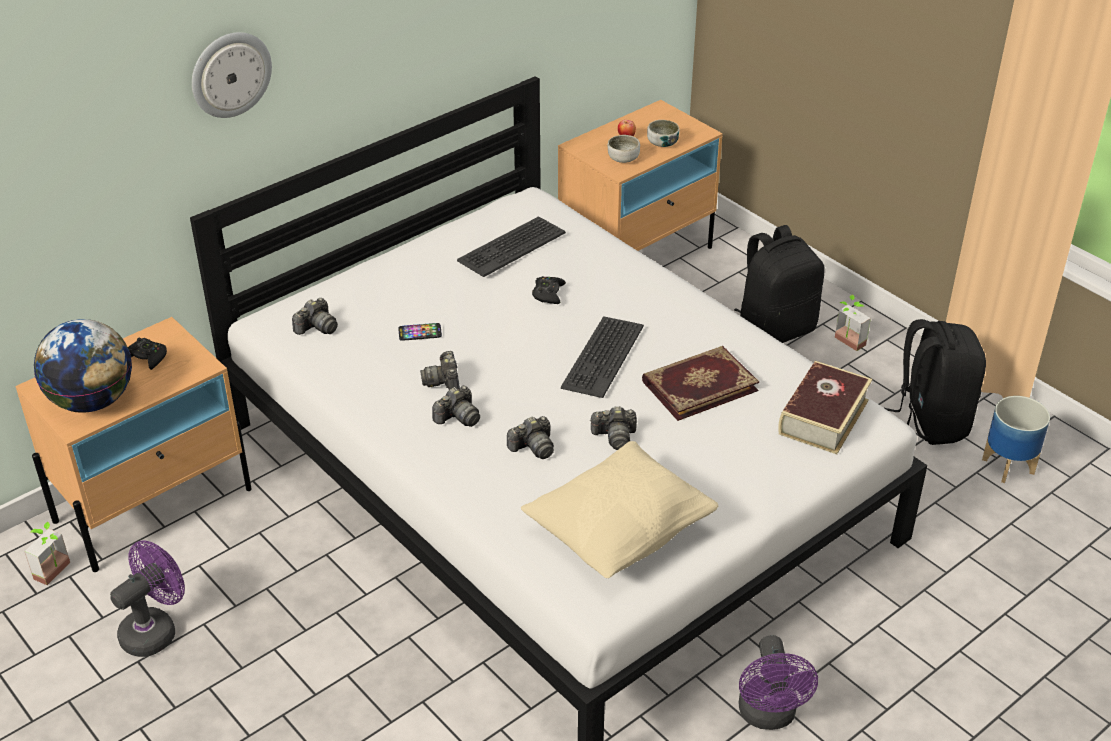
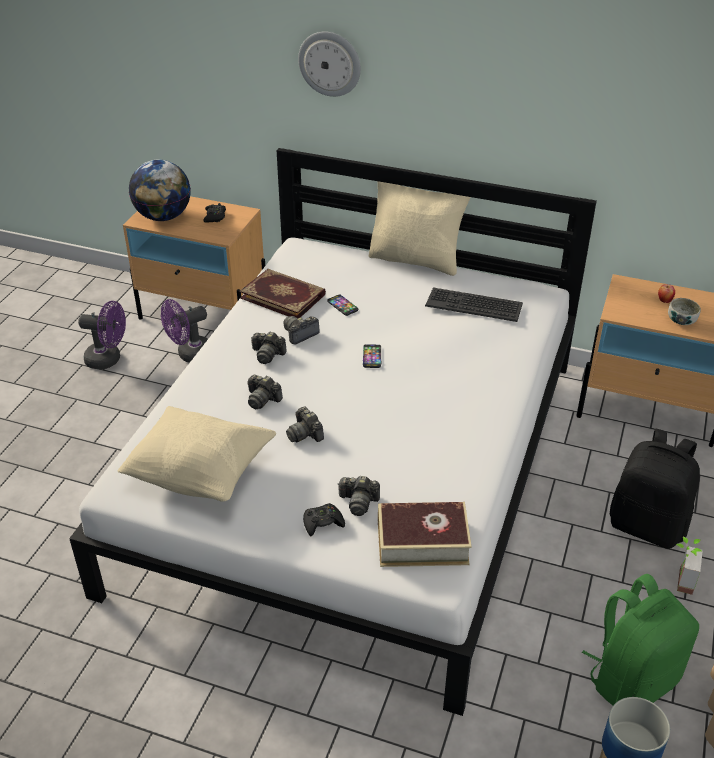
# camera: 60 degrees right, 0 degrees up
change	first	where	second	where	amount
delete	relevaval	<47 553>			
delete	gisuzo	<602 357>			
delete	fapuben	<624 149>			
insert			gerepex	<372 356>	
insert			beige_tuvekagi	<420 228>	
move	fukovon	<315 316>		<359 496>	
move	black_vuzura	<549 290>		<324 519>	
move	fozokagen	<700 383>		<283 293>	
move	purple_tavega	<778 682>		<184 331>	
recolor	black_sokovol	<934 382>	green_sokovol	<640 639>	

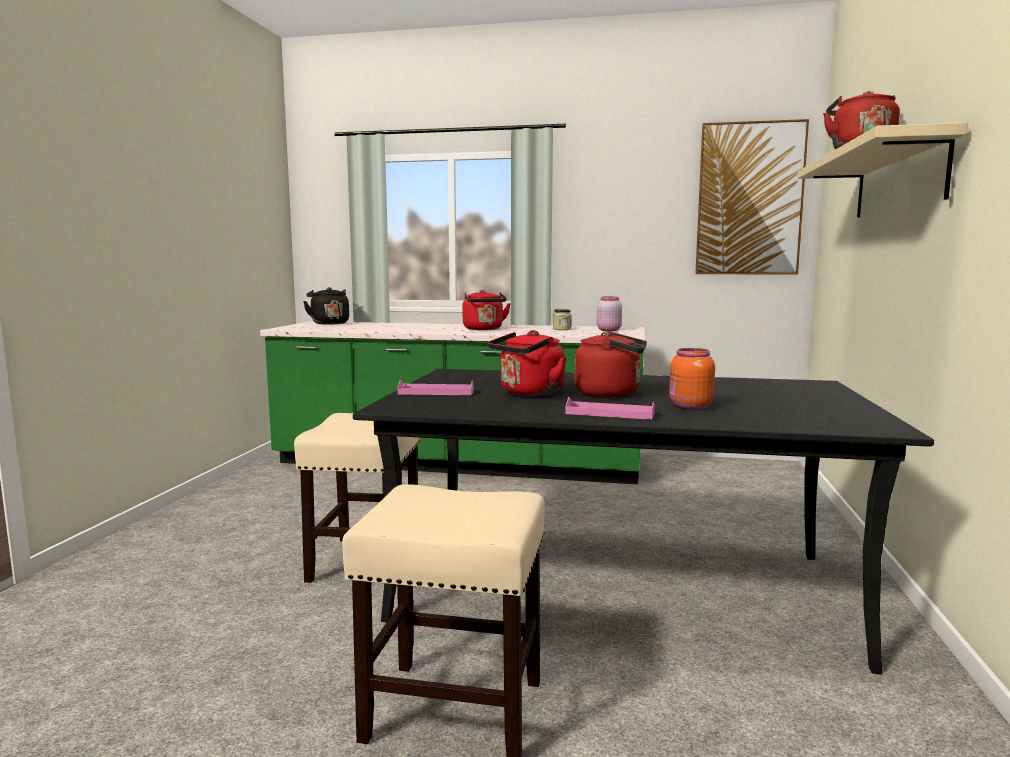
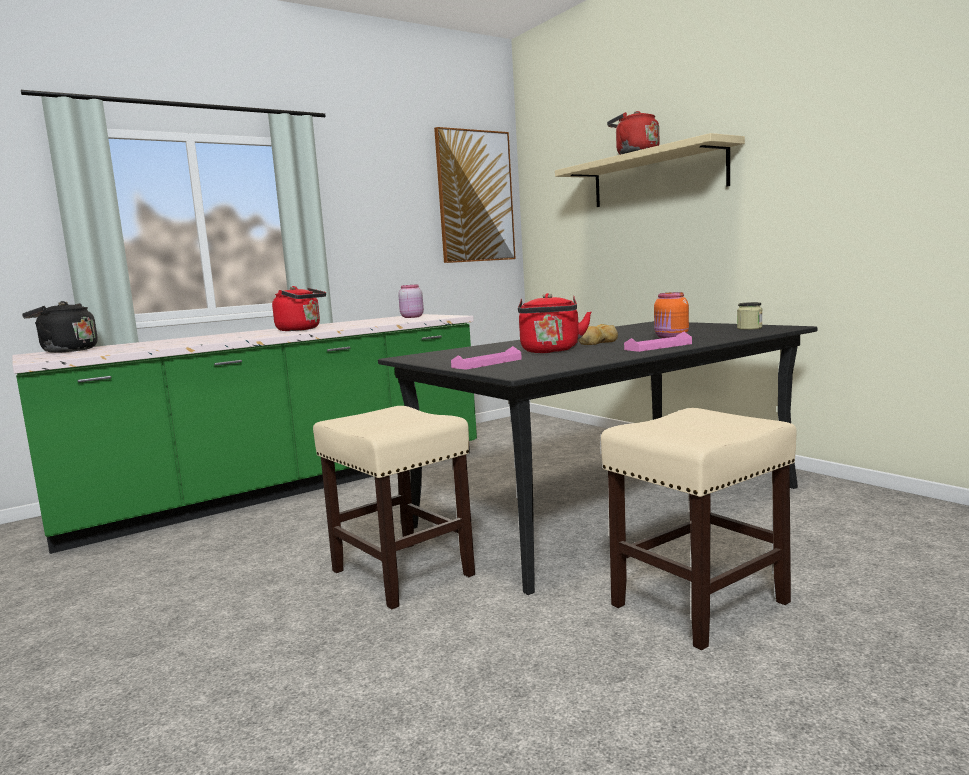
# camera: 45 degrees left, 0 degrees up
change	first	where	second	where	amount
move	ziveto	<562 319>		<749 316>	
replace	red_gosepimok	<611 364>	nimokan	<598 334>	

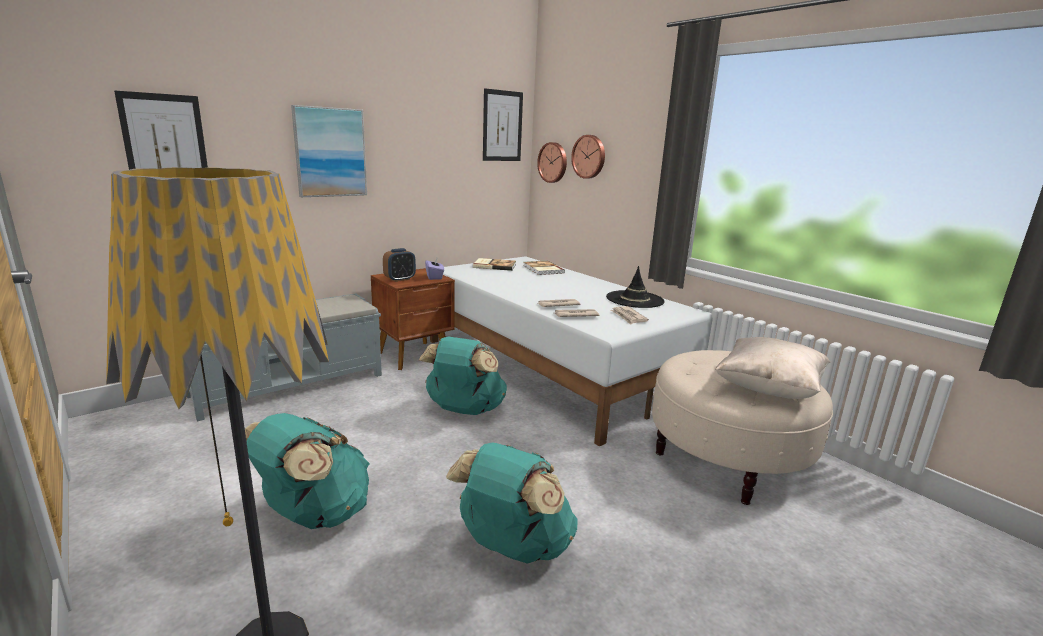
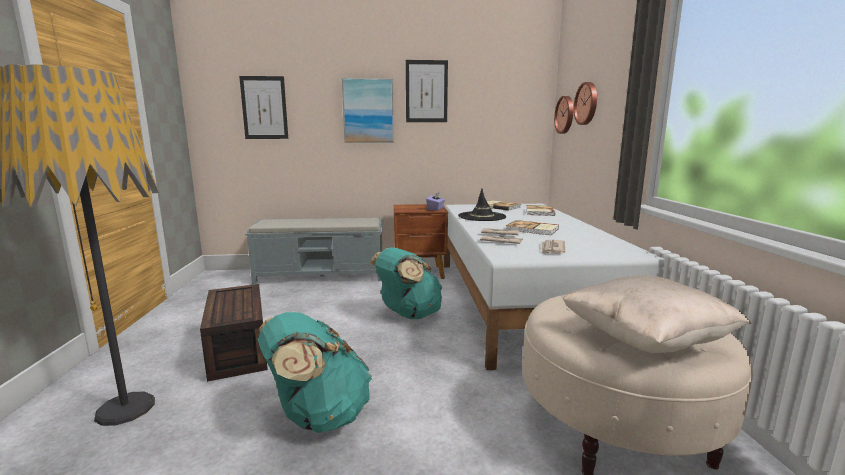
# camera: 35 degrees right, 5 degrees down
change	first	where	second	where	amount
delete	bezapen	<399 265>			
insert			fozokagen	<532 227>	
move	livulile	<503 124>		<427 91>	
move	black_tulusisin	<635 287>		<482 205>	
replace	turquoise_sokovol	<307 471>	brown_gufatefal	<234 333>	

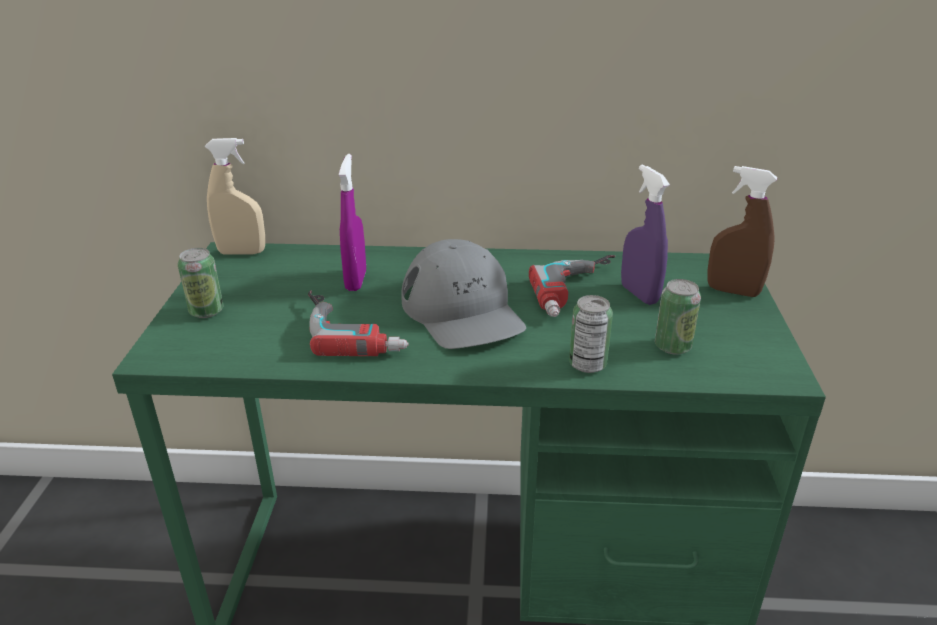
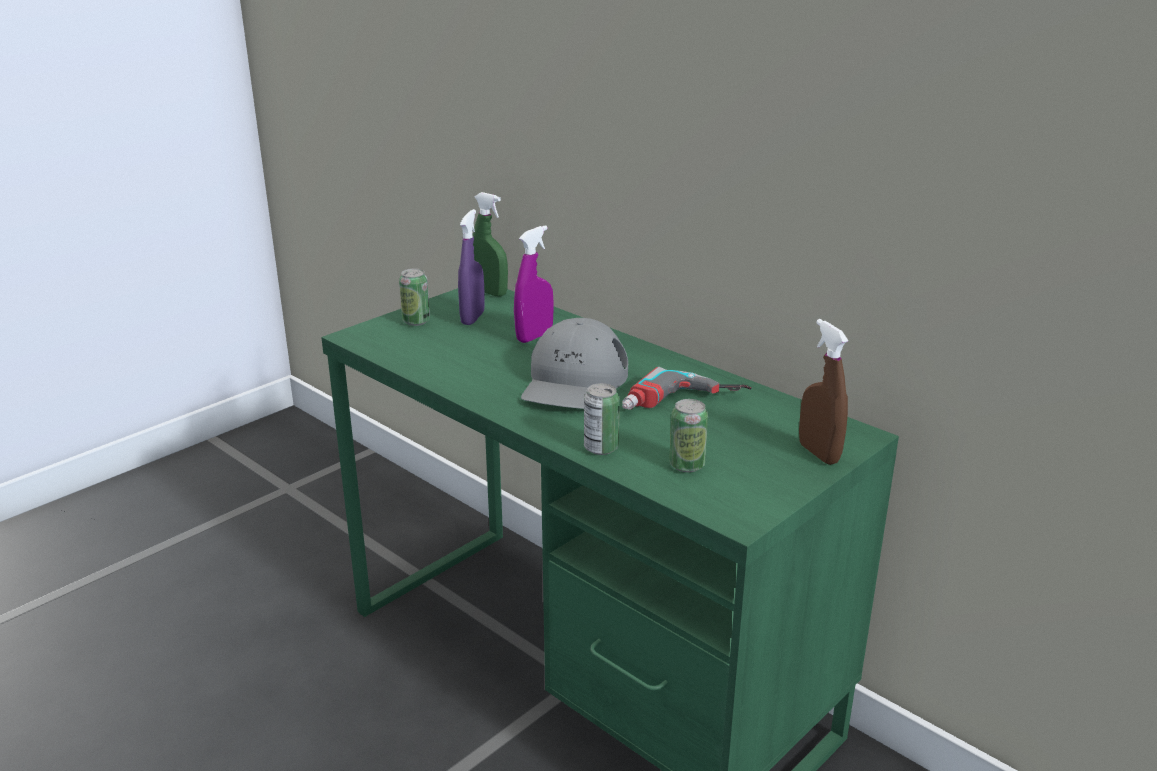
# camera: 40 degrees right, 5 degrees down
change	first	where	second	where	amount
delete	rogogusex	<358 323>			
move	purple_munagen	<645 235>		<471 267>	
recolor	beige_munagen	<235 196>	green_munagen	<490 244>	

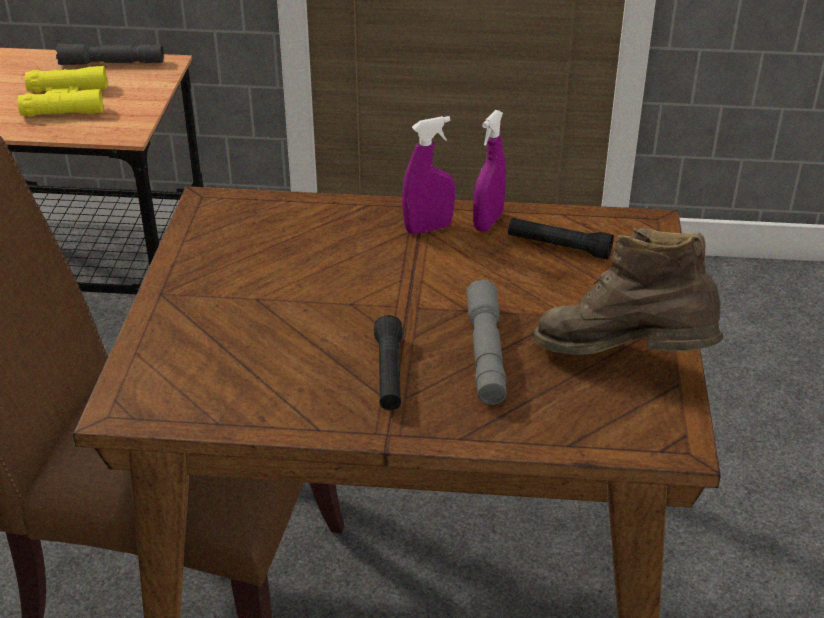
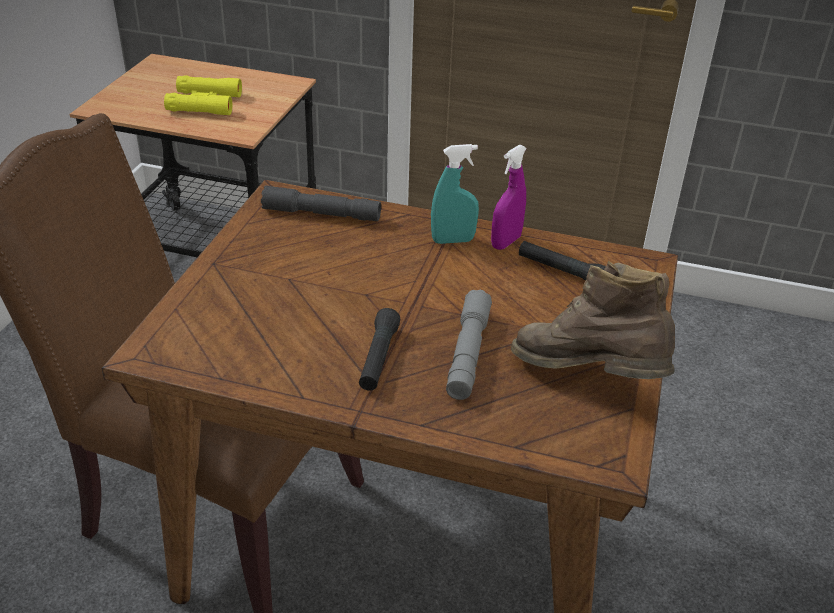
# camera: 10 degrees right, 0 degrees up
change	first	where	second	where	amount
move	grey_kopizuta	<110 54>		<321 203>	
recolor	purple_munagen	<428 175>	turquoise_munagen	<455 194>	

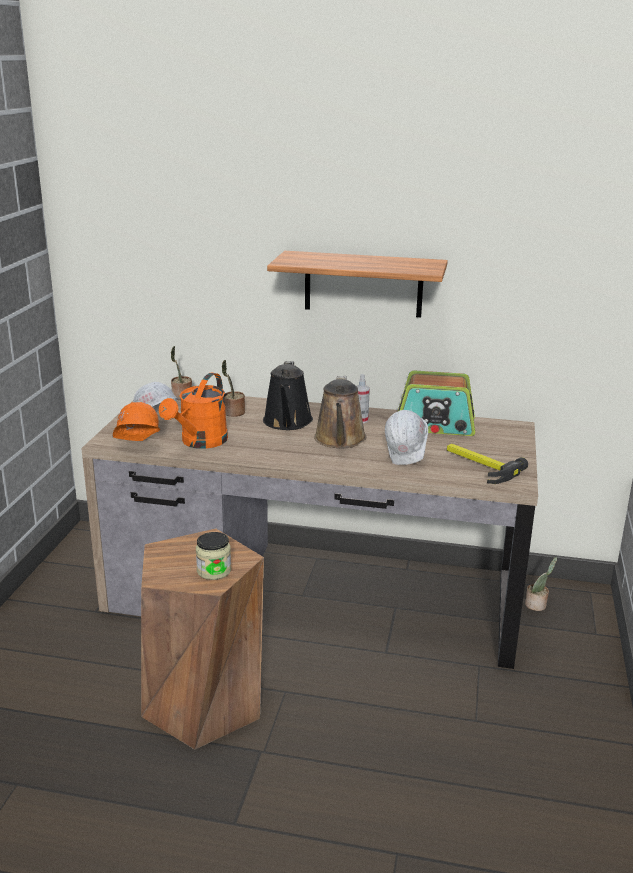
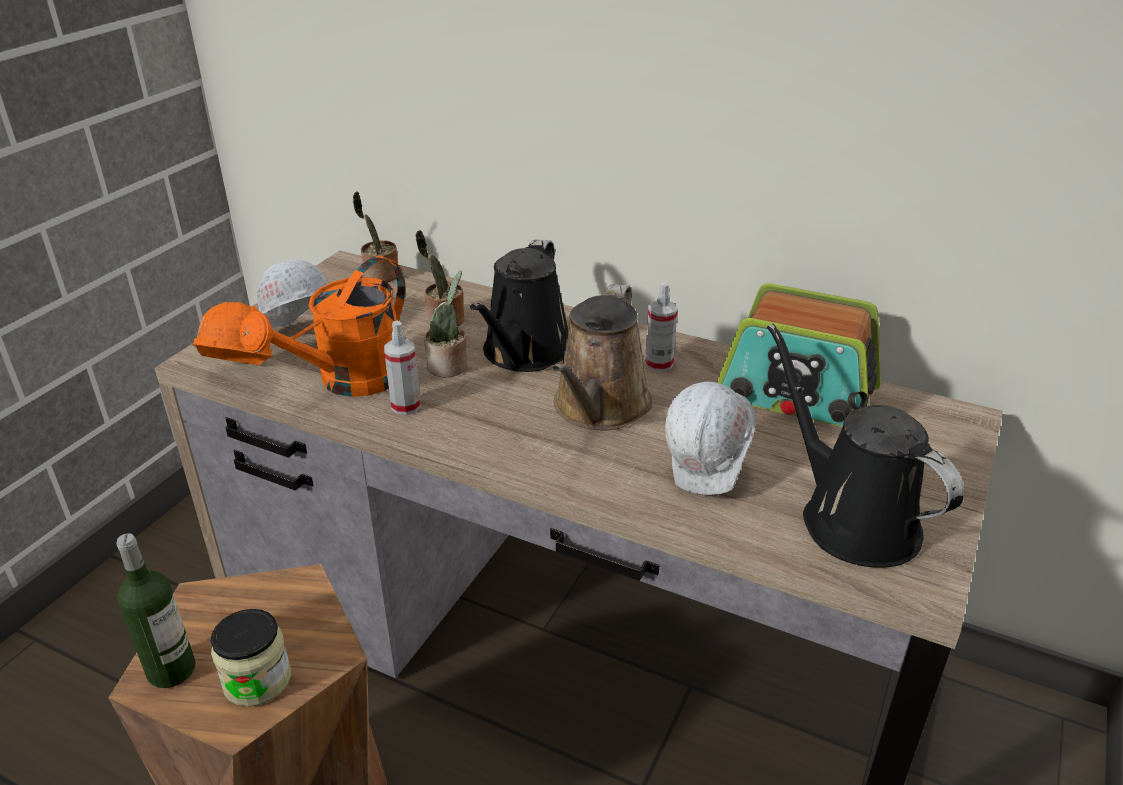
# camera: 15 degrees right, 10 degrees up
change	first	where	second	where	amount
delete	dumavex	<357 284>			
insert			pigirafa	<156 611>	
insert			munagen	<402 368>	
move	relevaval	<541 584>		<445 324>	
replace	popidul	<487 464>	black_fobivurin	<865 446>	

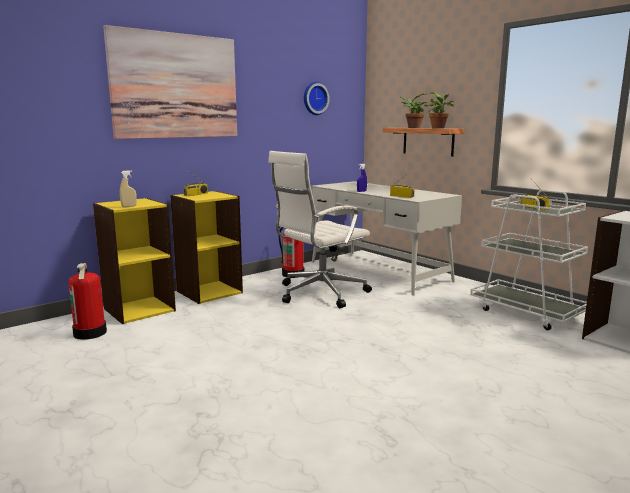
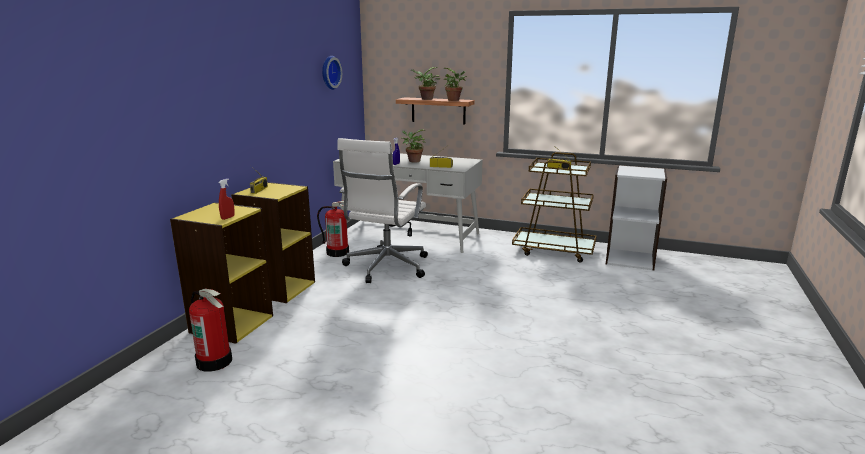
# camera: 30 degrees left, 5 degrees up
change	first	where	second	where	amount
delete	livulile	<170 82>			
insert			relevaval	<413 145>	
recolor	beige_munagen	<128 188>	red_munagen	<226 199>	
recolor	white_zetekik	<529 260>	brown_zetekik	<554 207>	

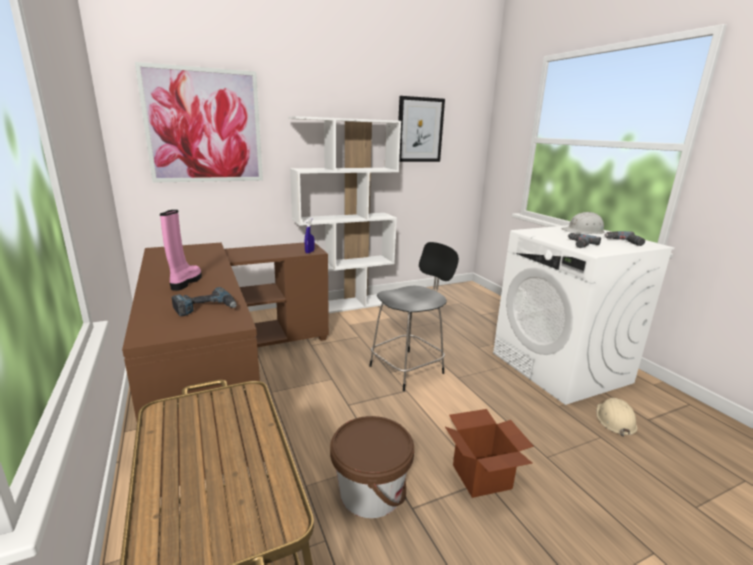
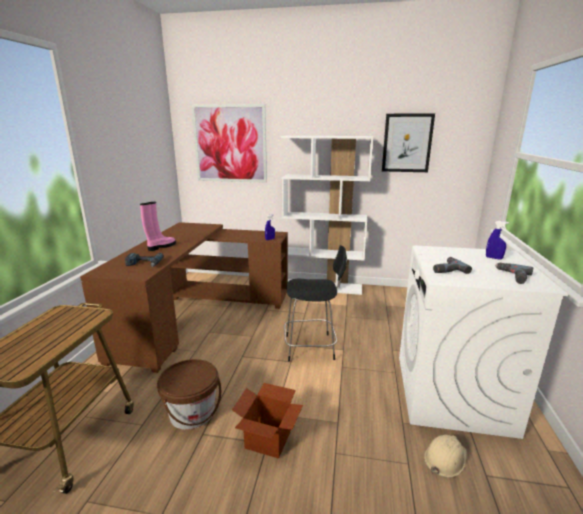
# camera: 35 degrees right, 0 degrees up
change	first	where	second	where	amount
replace	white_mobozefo	<582 223>	blue_munagen	<497 240>	

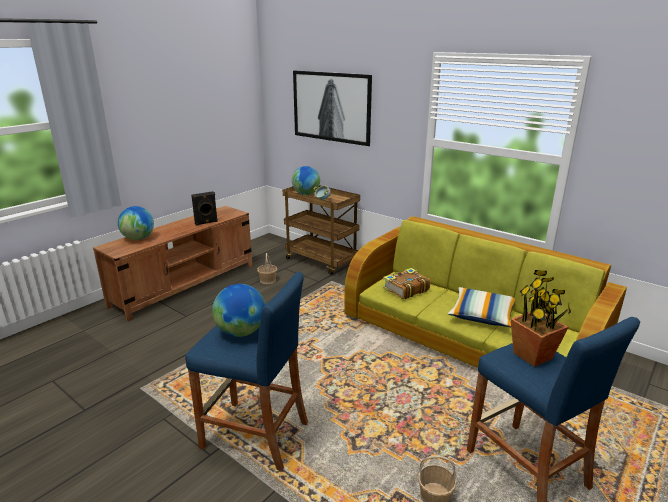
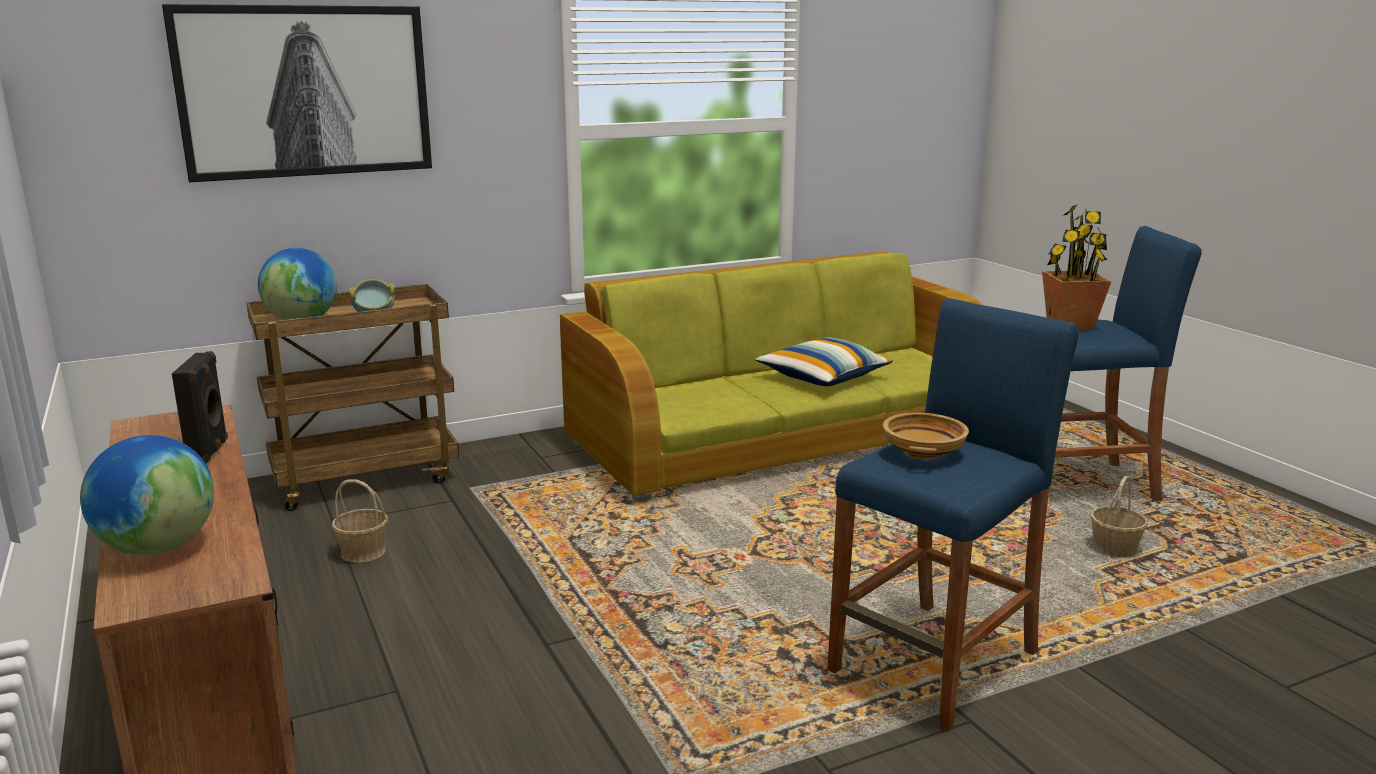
# camera: 65 degrees left, 5 degrees down
change	first	where	second	where	amount
delete	fozokagen	<406 283>			
replace	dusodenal	<238 310>	beige_fapuben	<926 436>	

